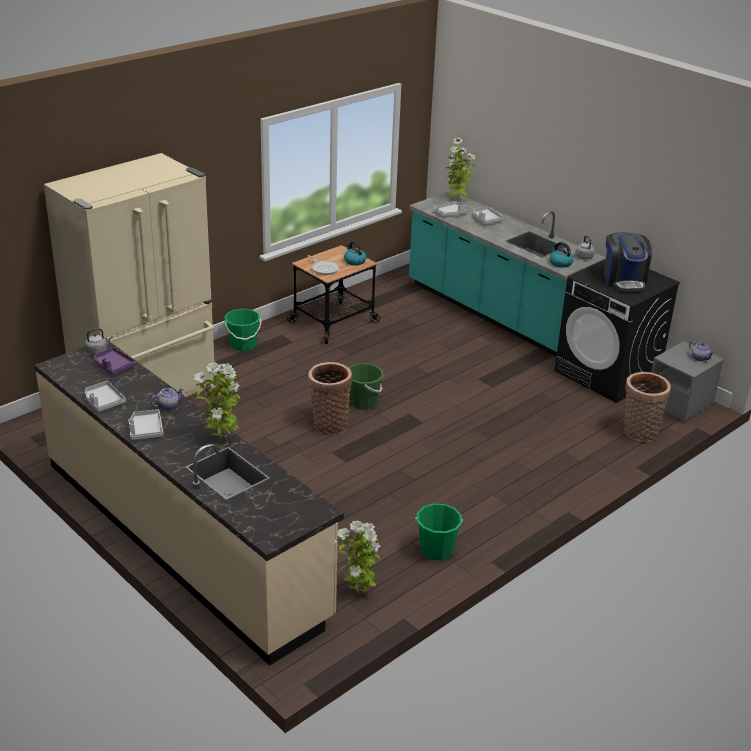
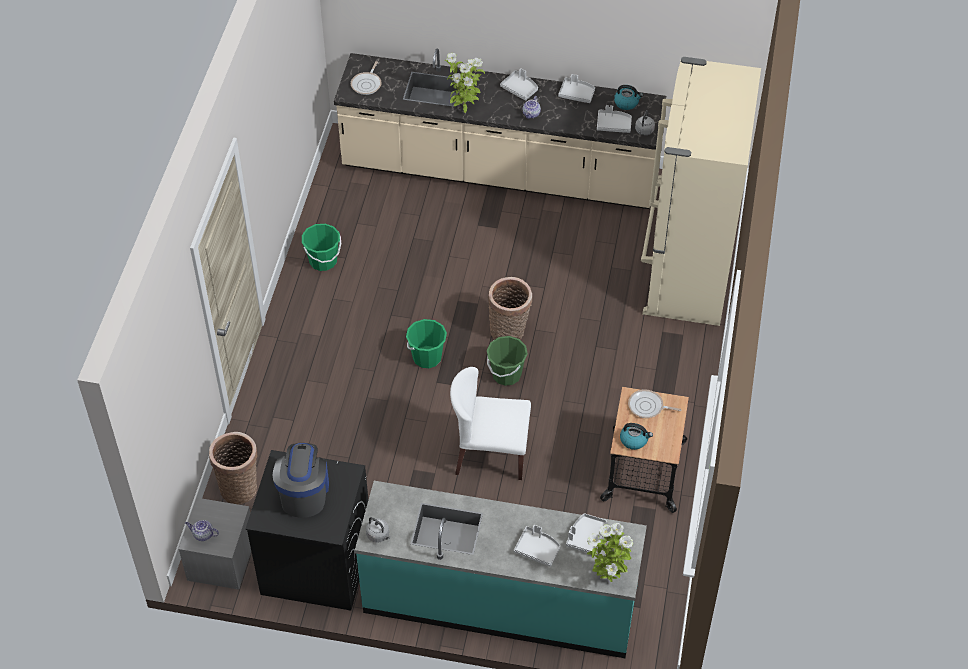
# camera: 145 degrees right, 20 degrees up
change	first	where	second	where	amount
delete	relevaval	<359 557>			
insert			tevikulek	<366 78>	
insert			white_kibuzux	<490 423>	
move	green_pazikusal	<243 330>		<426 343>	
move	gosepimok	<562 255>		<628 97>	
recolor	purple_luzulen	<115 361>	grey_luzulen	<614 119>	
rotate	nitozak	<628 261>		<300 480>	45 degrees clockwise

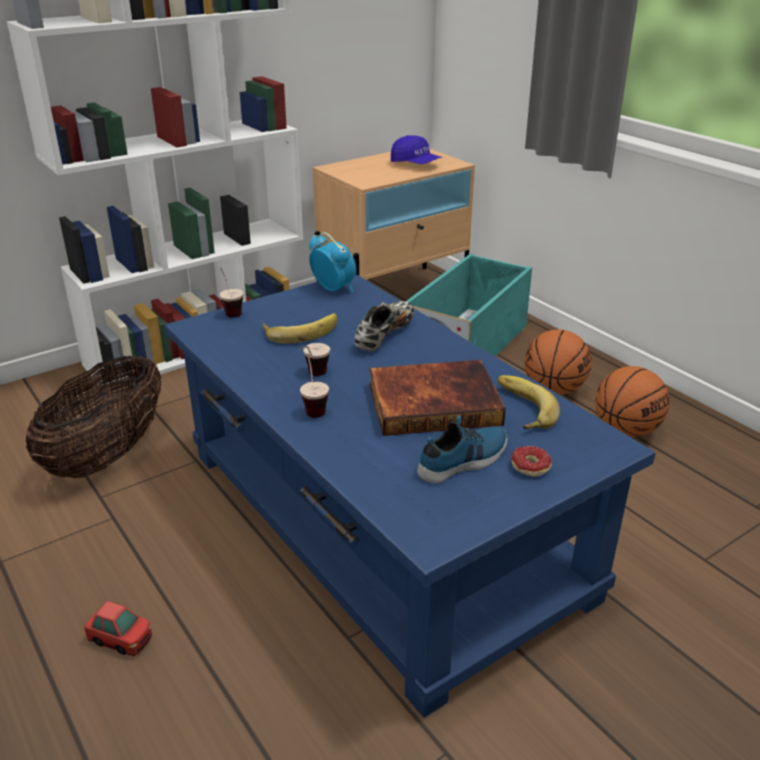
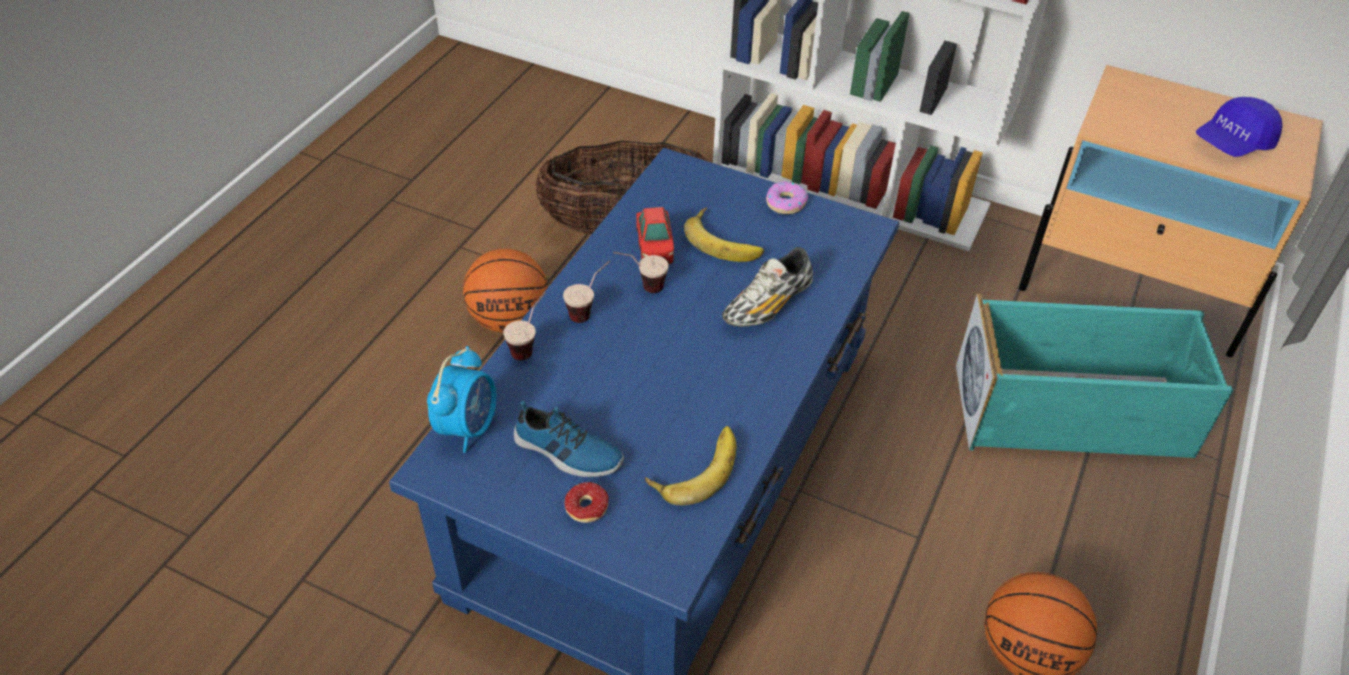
# camera: 60 degrees right, 15 degrees up
change	first	where	second	where	amount
delete	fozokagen	<437 398>			
insert			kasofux	<787 197>	
move	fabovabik	<118 628>		<655 235>	
move	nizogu	<231 292>		<524 326>	
move	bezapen	<333 262>		<461 399>	
move	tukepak	<558 362>		<505 291>	
rotate	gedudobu	<384 326>		<767 287>	135 degrees clockwise
rotate	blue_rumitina	<416 149>		<1239 127>	45 degrees clockwise

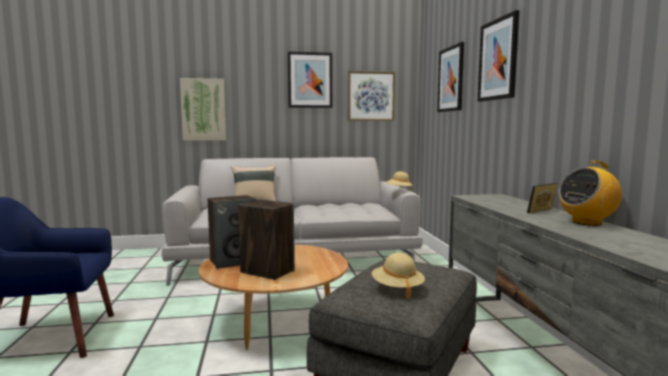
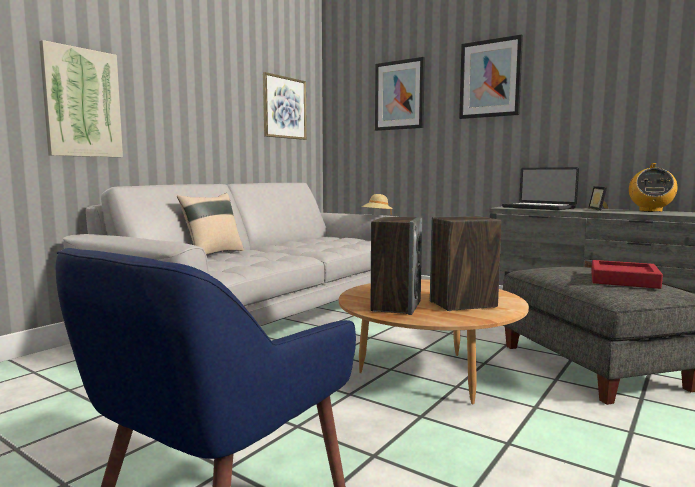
# camera: 45 degrees left, 0 degrees up
change	first	where	second	where	amount
delete	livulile	<310 79>			
insert			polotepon	<540 188>	
replace	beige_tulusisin	<398 276>	red_luzulen	<627 274>	

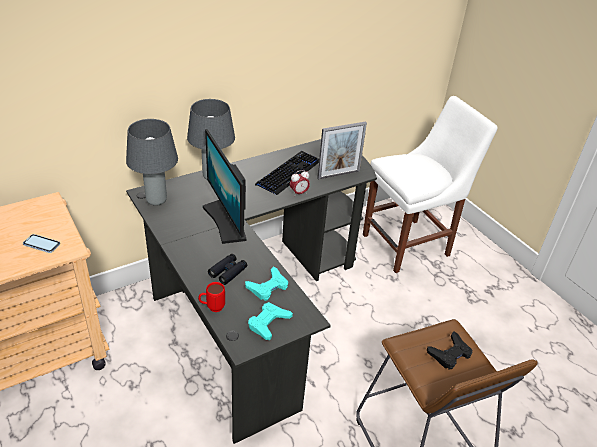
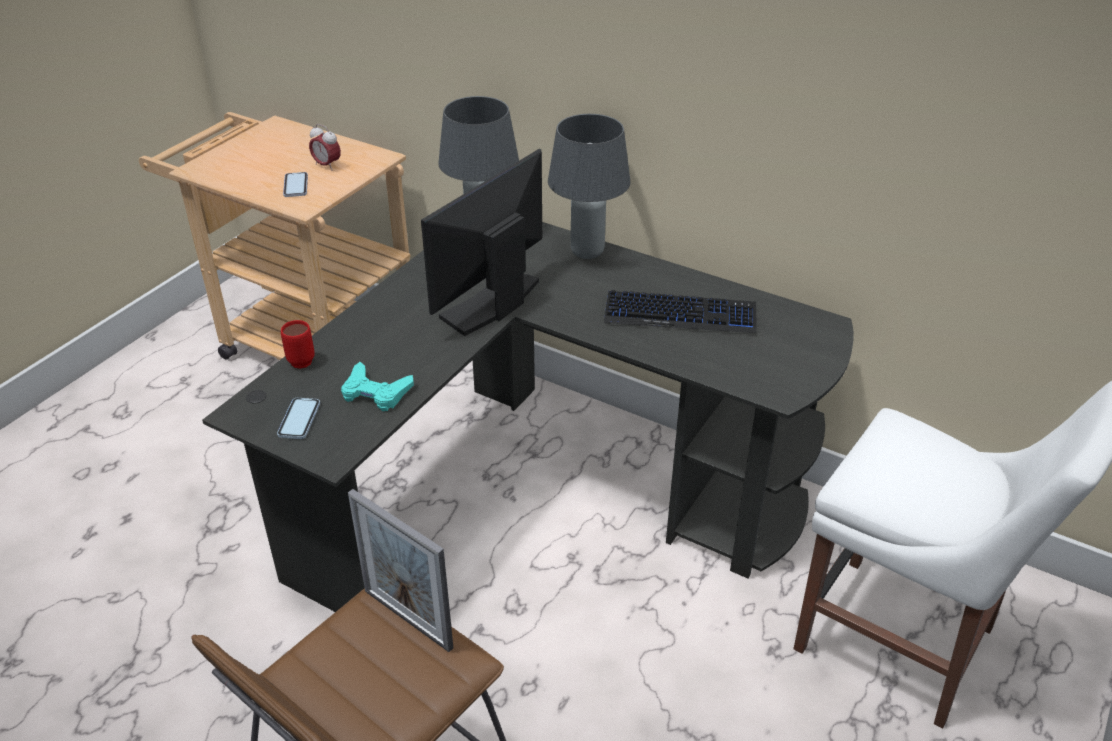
# camera: 65 degrees right, 0 degrees up
change	first	where	second	where	amount
delete	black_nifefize	<227 269>			
delete	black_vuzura	<450 351>			
move	bezapen	<300 183>		<325 147>	
move	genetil	<342 150>		<400 570>	
replace	turquoise_vuzura	<270 321>	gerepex	<298 418>	

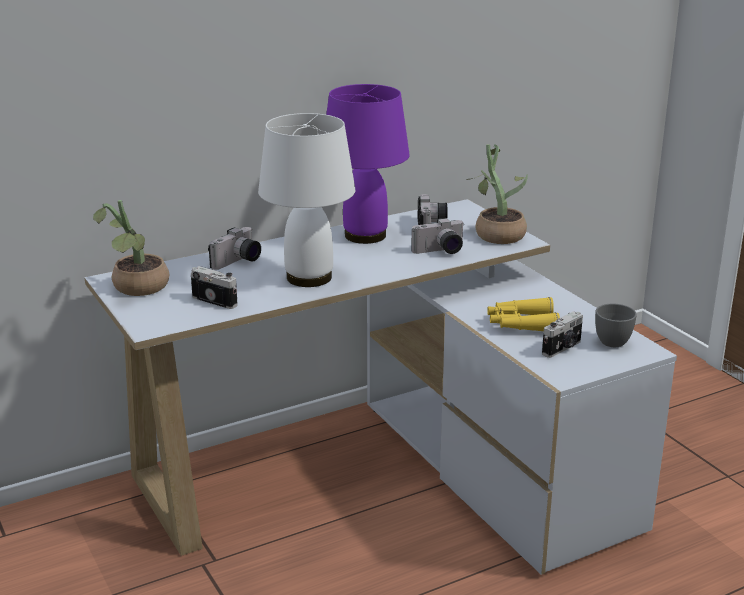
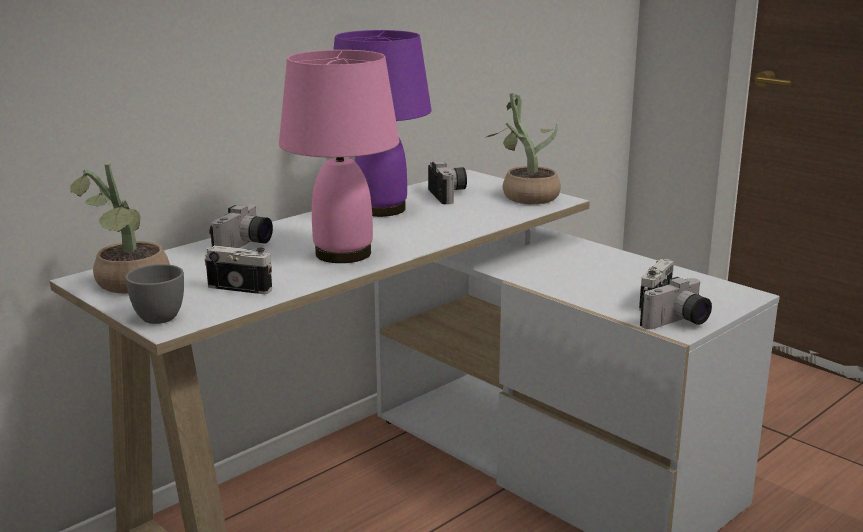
# camera: 15 degrees left, 5 degrees down
change	first	where	second	where	amount
delete	yellow_nifefize	<523 314>			
move	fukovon	<438 236>		<676 303>	
move	grey_nizogu	<616 325>		<154 294>	
recolor	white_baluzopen	<306 200>	pink_baluzopen	<339 156>	

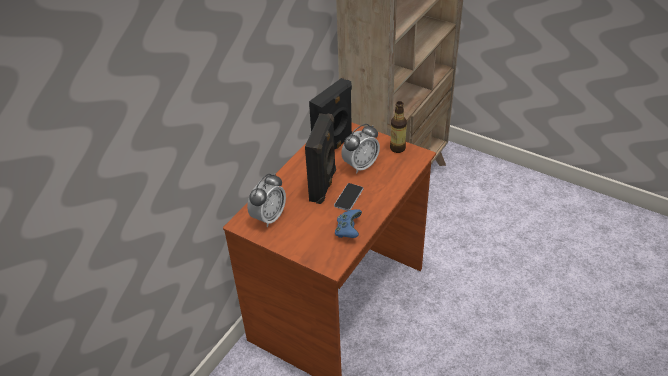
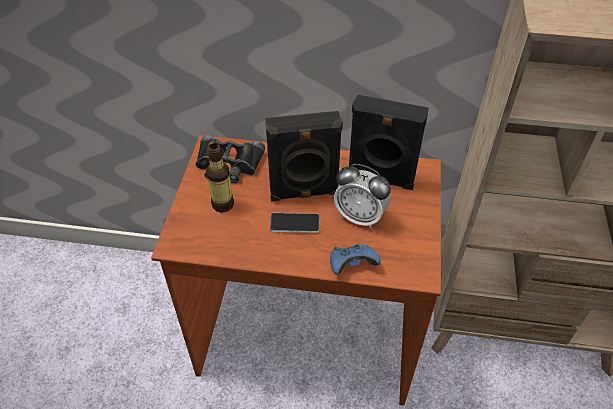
# camera: 65 degrees right, 5 degrees up
change	first	where	second	where	amount
move	blue_vuzura	<348 223>		<355 259>	
move	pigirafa	<398 127>		<220 177>	
replace	bezapen	<266 200>	black_nifefize	<230 159>	

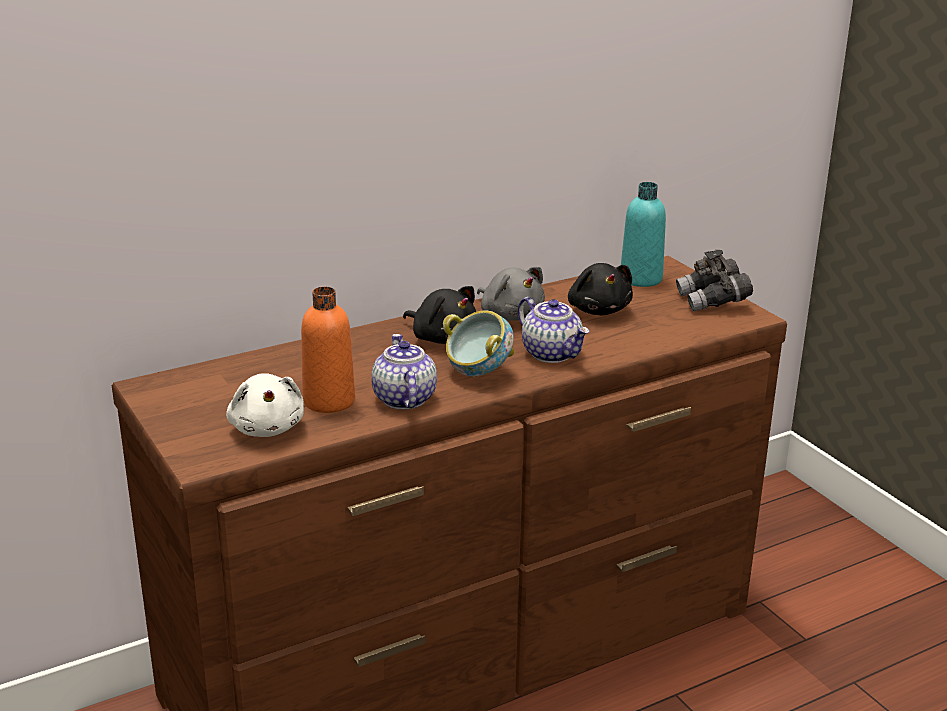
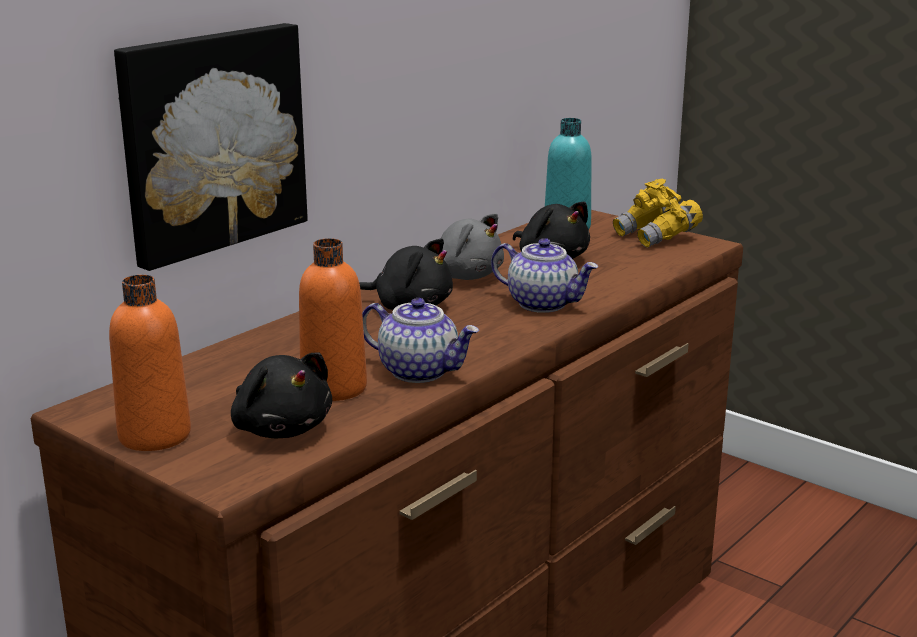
# camera: 20 degrees left, 5 degrees down
change	first	where	second	where	amount
delete	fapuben	<478 343>			
insert			orange_pigirafa	<150 363>	
insert			livulile	<211 147>	
recolor	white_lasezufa	<265 405>	black_lasezufa	<281 395>	
recolor	grey_nifefize	<714 281>	yellow_nifefize	<658 213>	
rotate	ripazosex	<404 372>		<420 340>	150 degrees clockwise

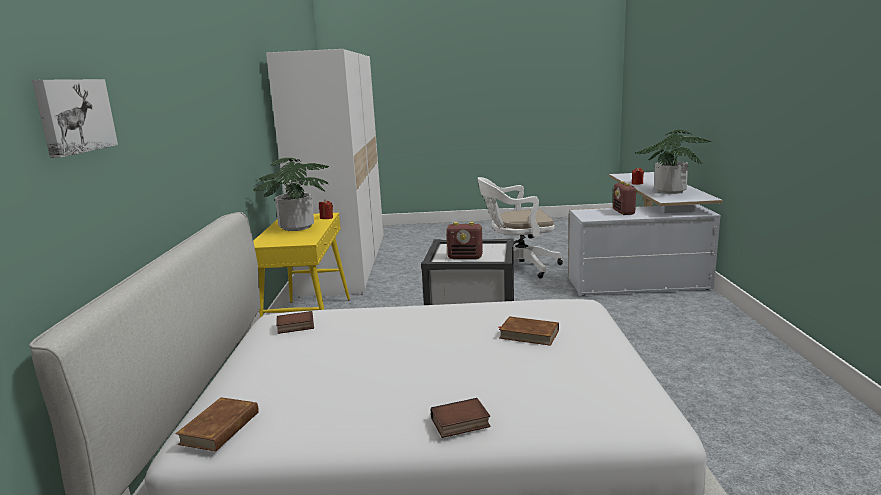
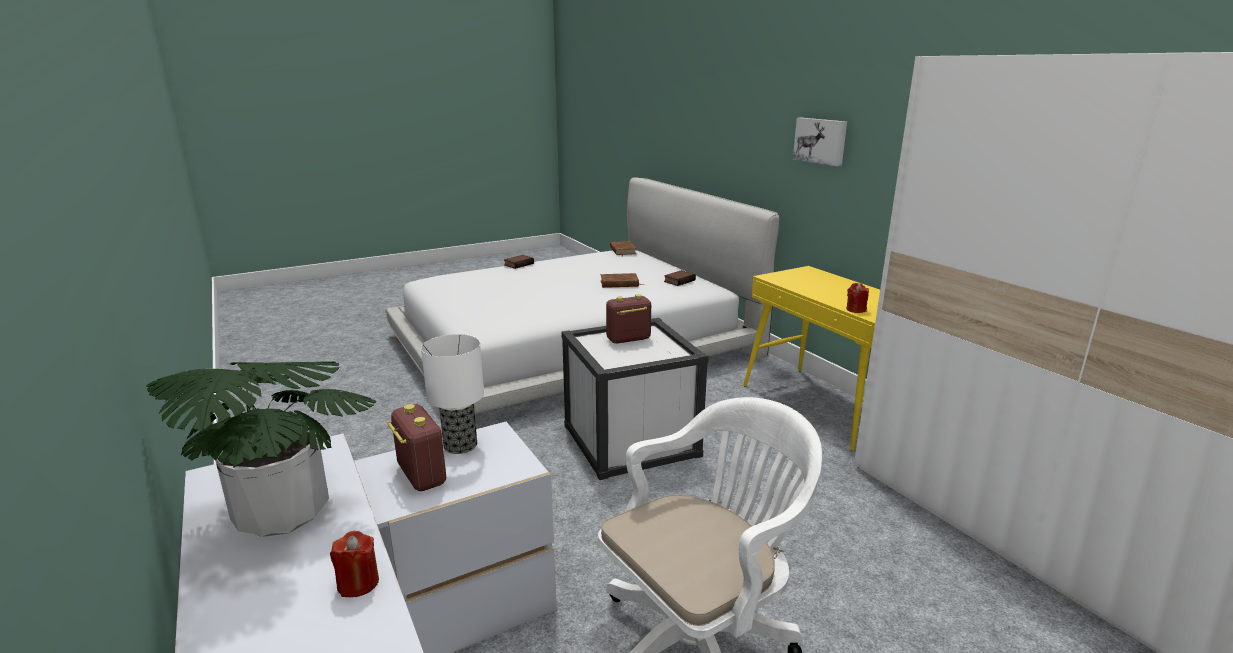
# camera: 150 degrees right, 5 degrees up
change	first	where	second	where	amount
delete	relevaval	<291 194>			
insert			baluzopen	<452 394>	
move	livulile	<75 118>		<820 142>	
move	brown_fozokagen	<528 331>		<622 280>	

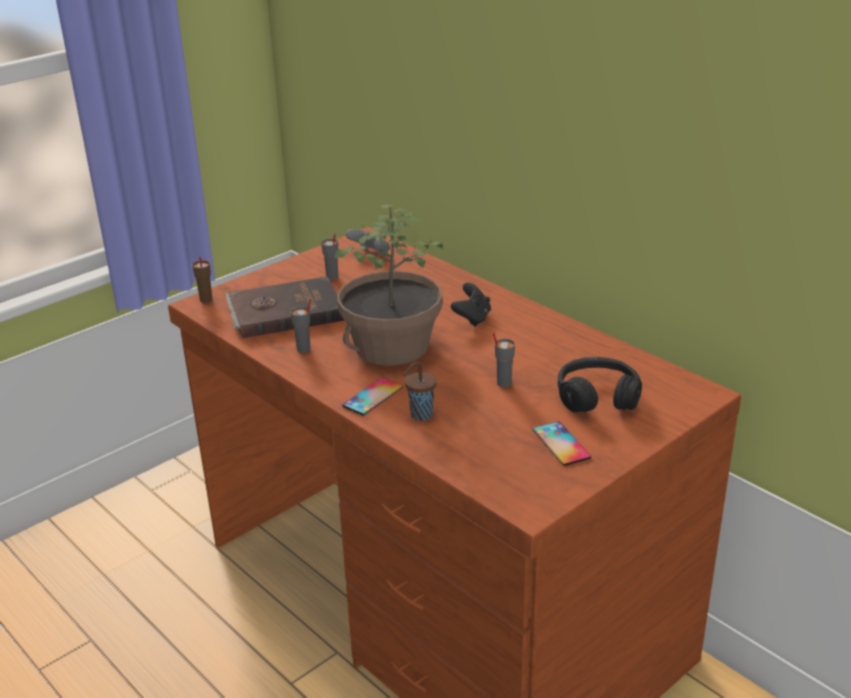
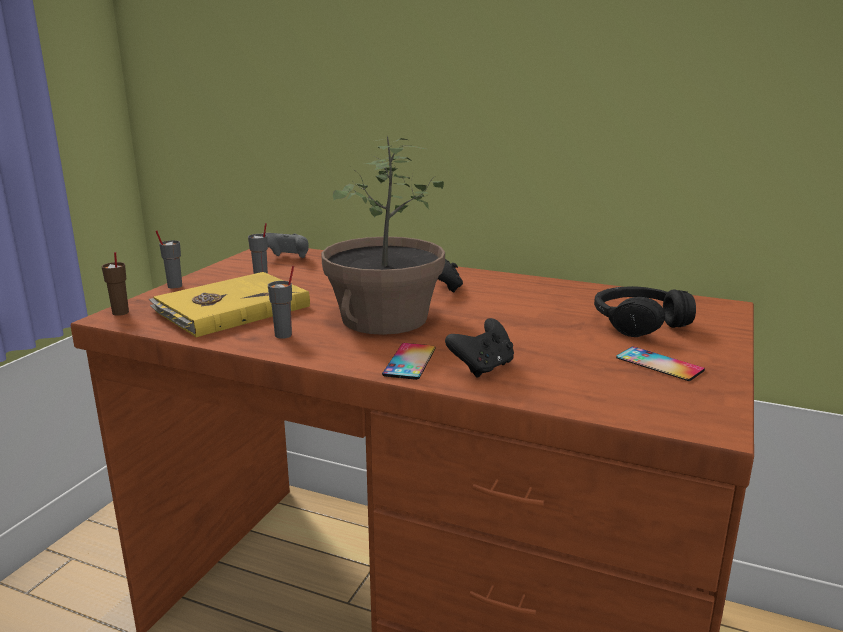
# camera: 25 degrees left, 10 degrees down
change	first	where	second	where	amount
move	grey_nizogu	<504 360>		<169 259>	
replace	brown_nizogu	<419 391>	black_vuzura	<479 347>	
recolor	brown_fozokagen	<284 307>	yellow_fozokagen	<229 304>	

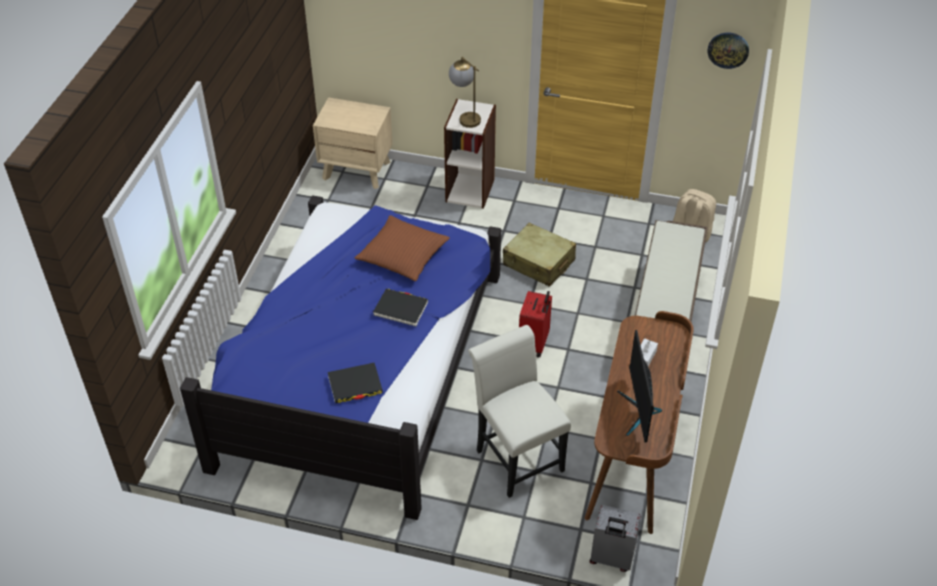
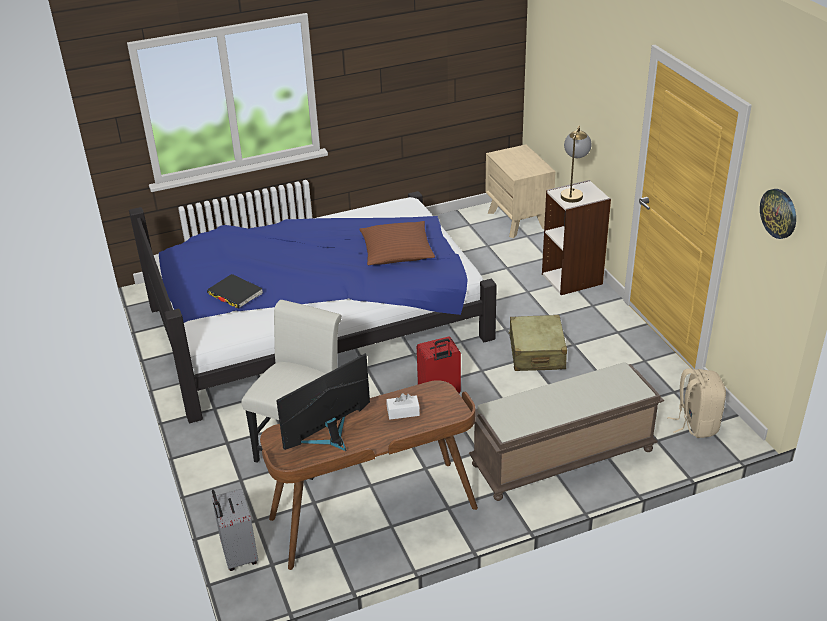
# camera: 55 degrees right, 10 degrees down
change	first	where	second	where	amount
delete	black_fozokagen	<400 307>			

